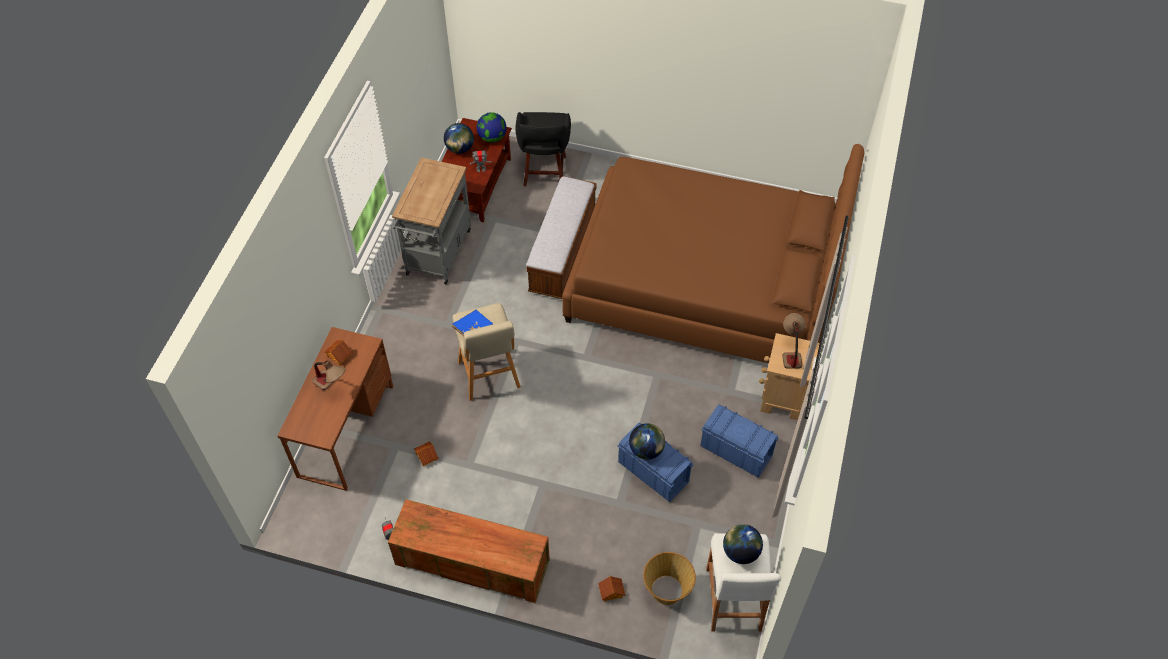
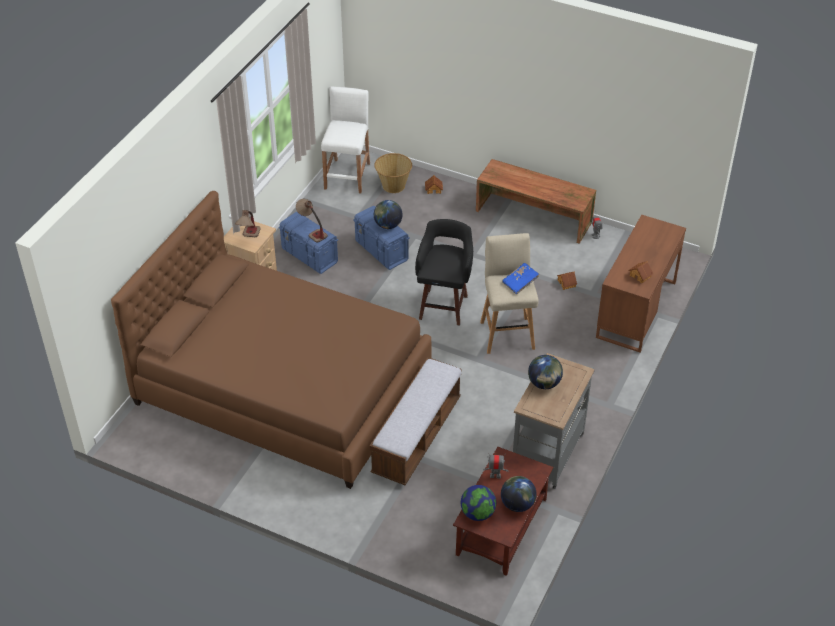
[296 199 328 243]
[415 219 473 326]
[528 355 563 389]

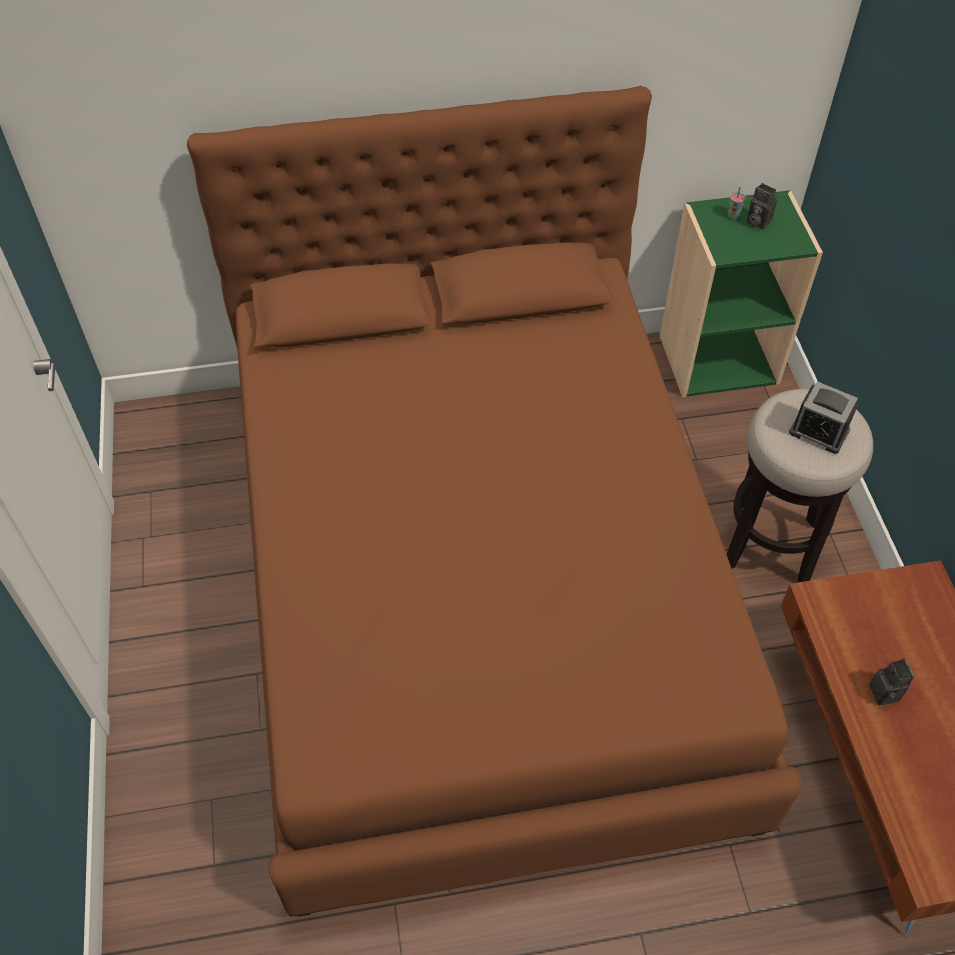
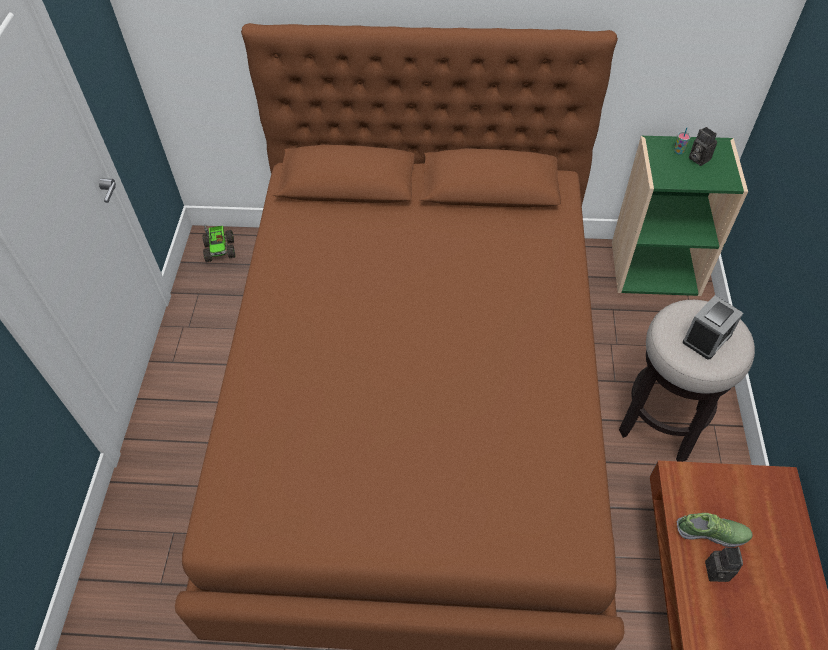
[683 295 743 360]
[202 225 235 262]
[677 513 753 547]

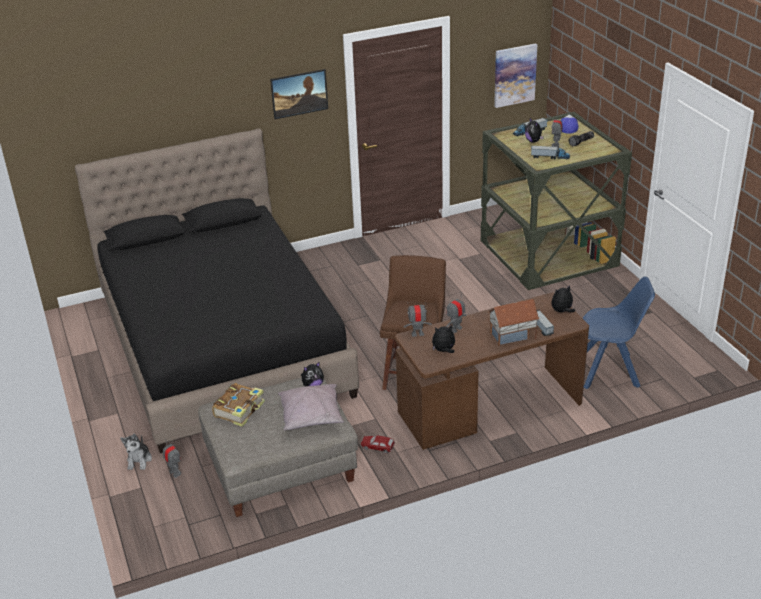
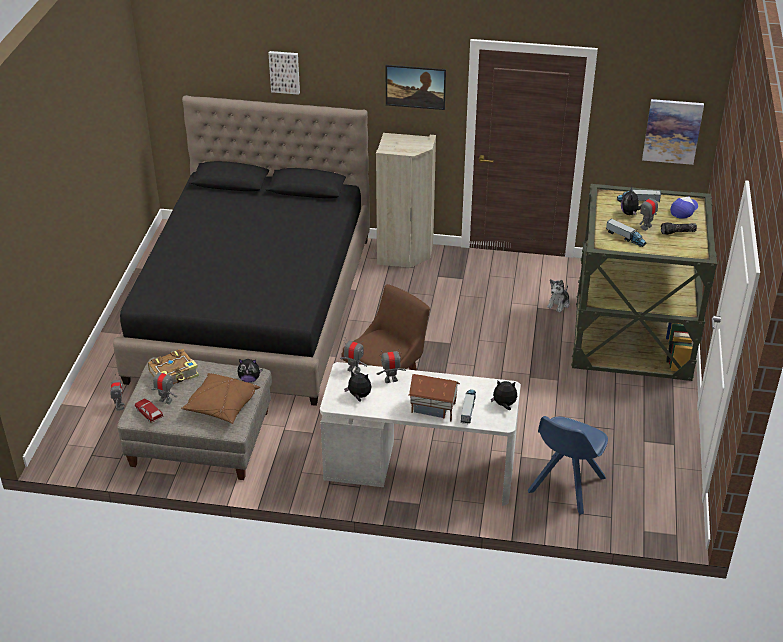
[547 279 570 312]
[181 373 260 424]
[134 399 164 423]
[320 362 521 506]
[528 416 608 515]
[151 368 177 404]
[268 51 300 95]
[376 133 436 268]

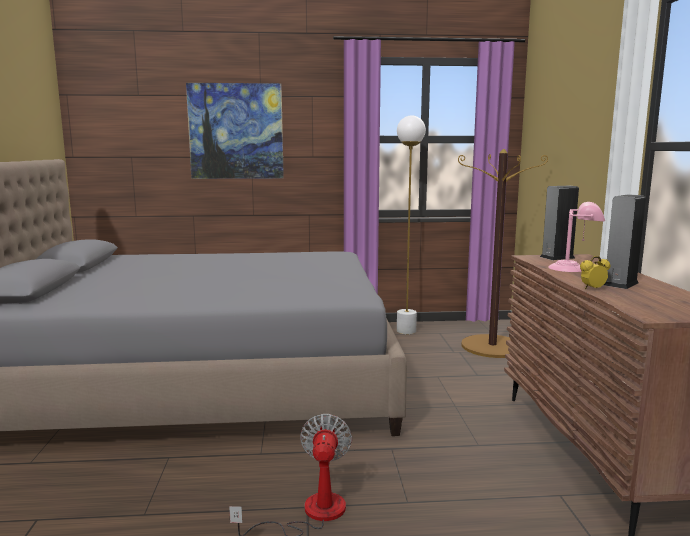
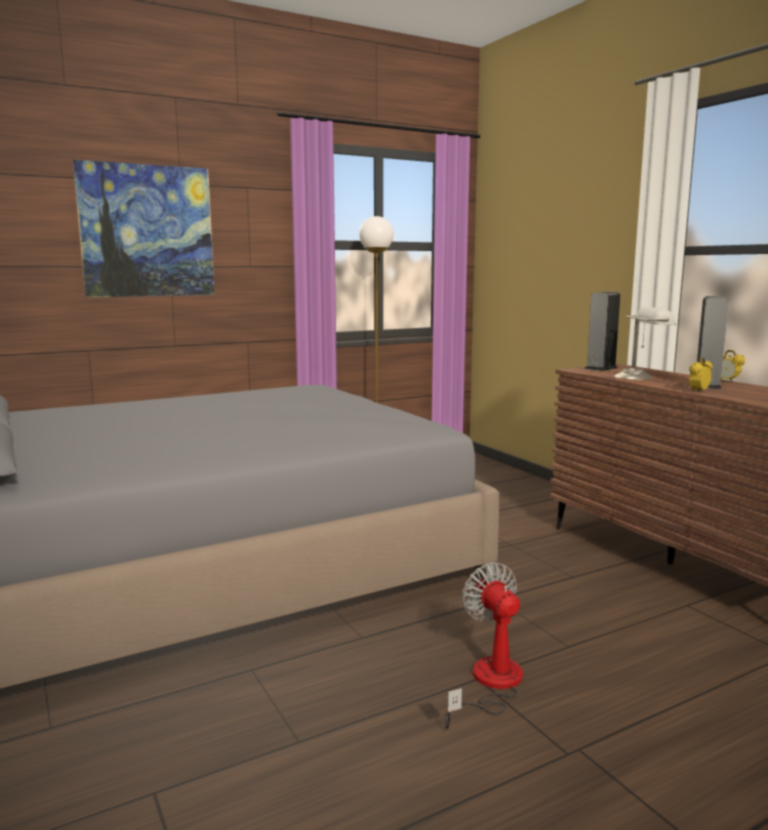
[458 149 548 358] (first image)
[614 307 676 380]
[721 350 745 383]

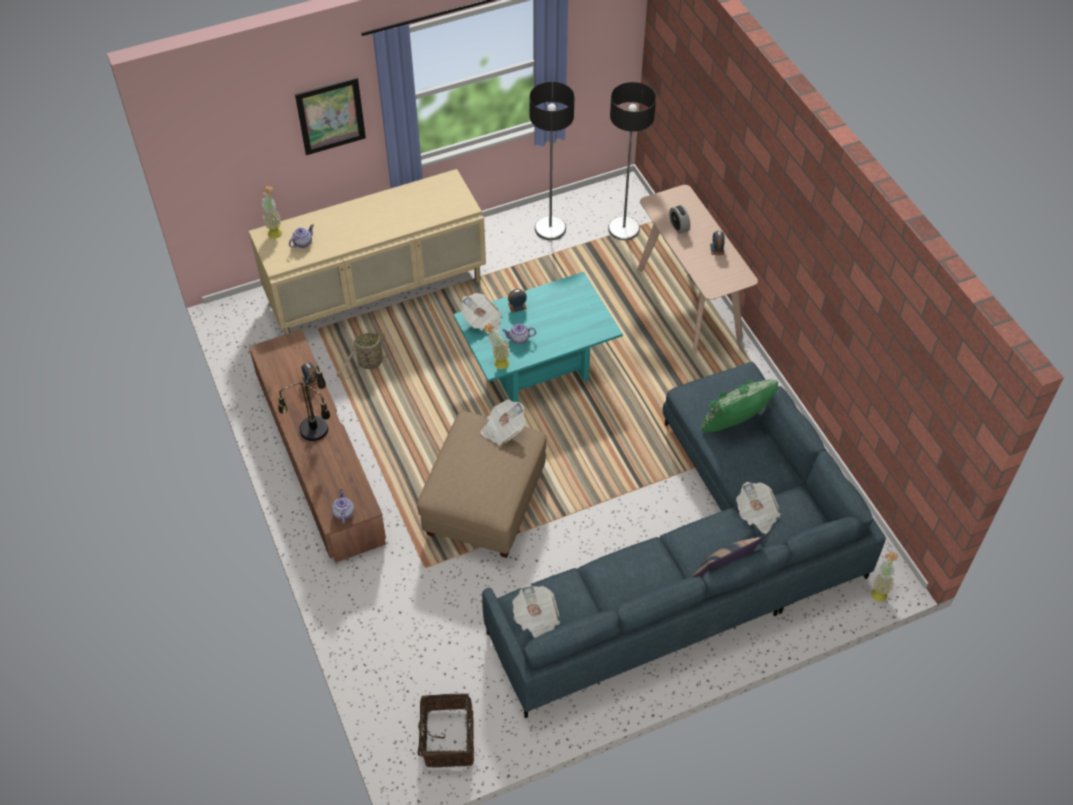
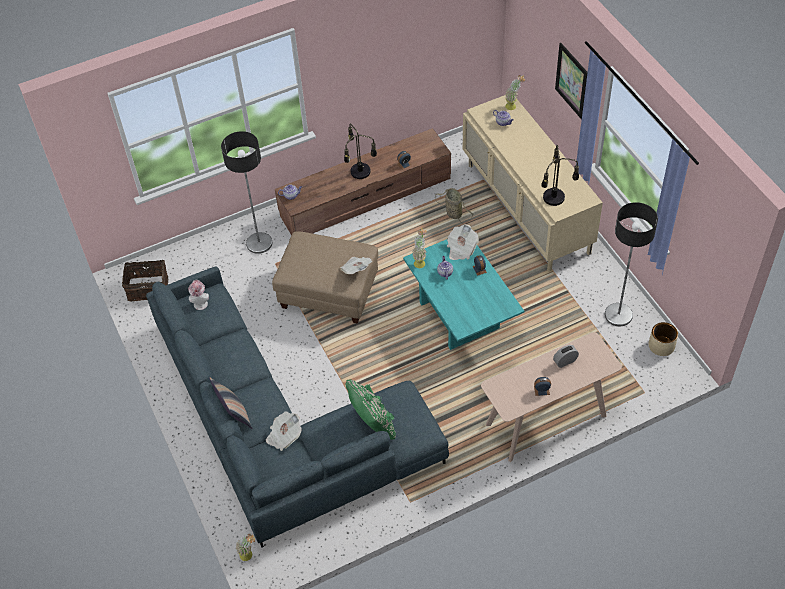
[188 280 209 310]
[221 131 272 254]
[541 145 579 206]
[649 322 678 356]

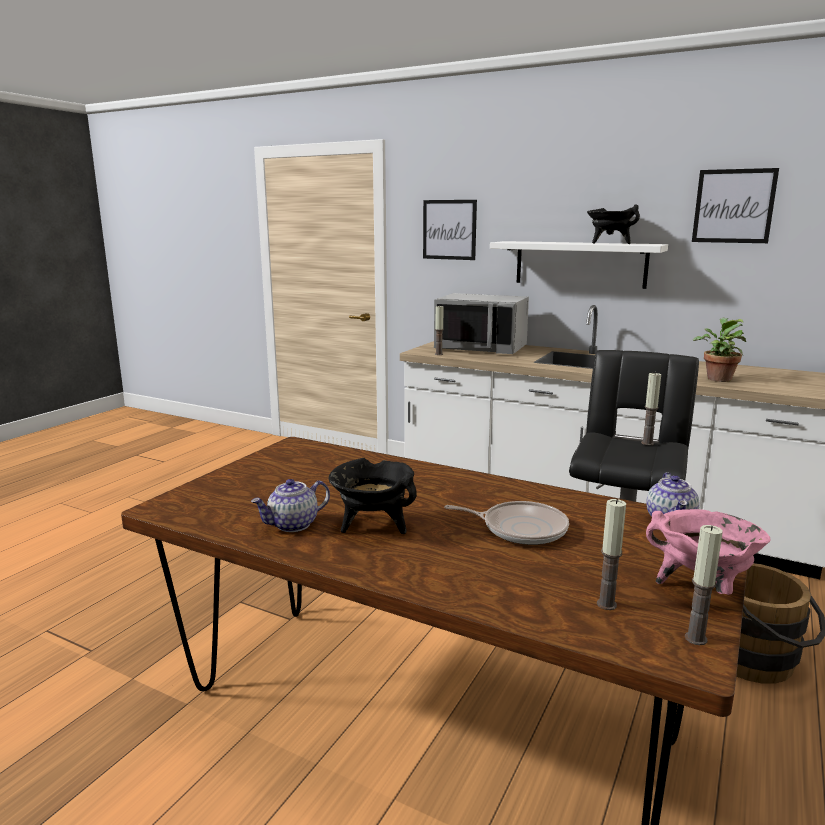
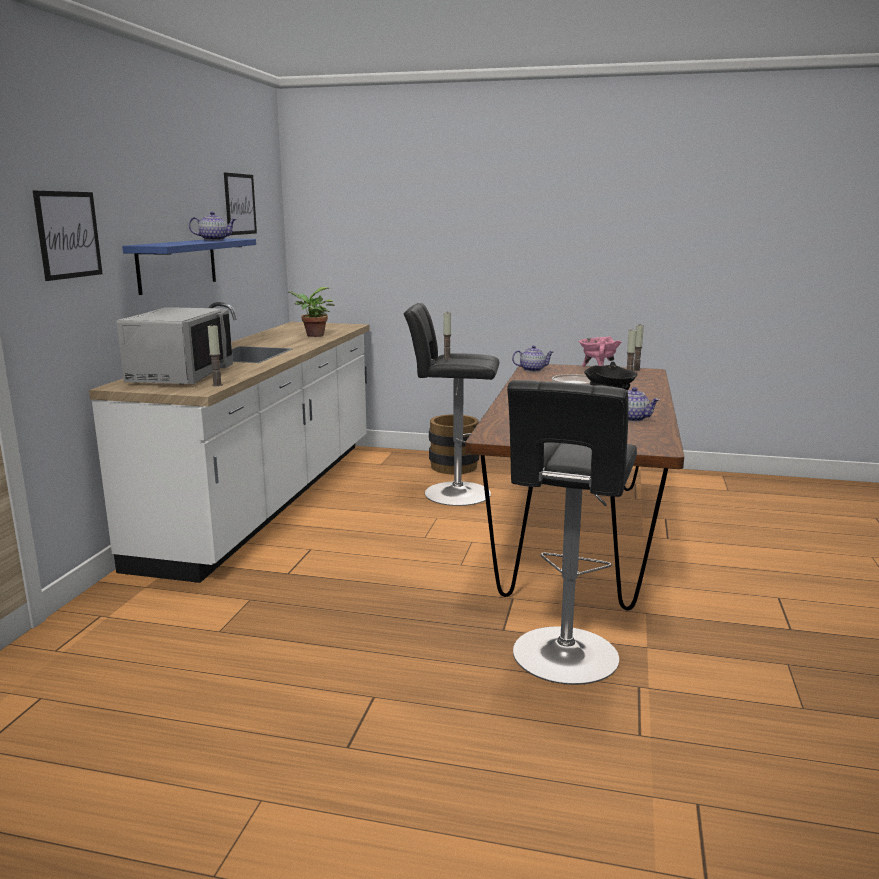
[122 238 256 295]
[189 212 237 240]
[507 380 637 685]

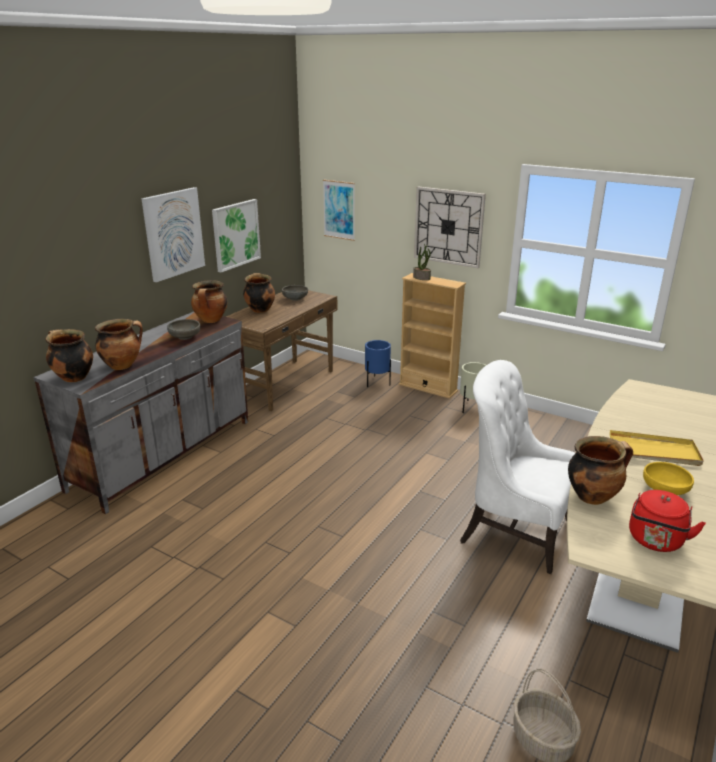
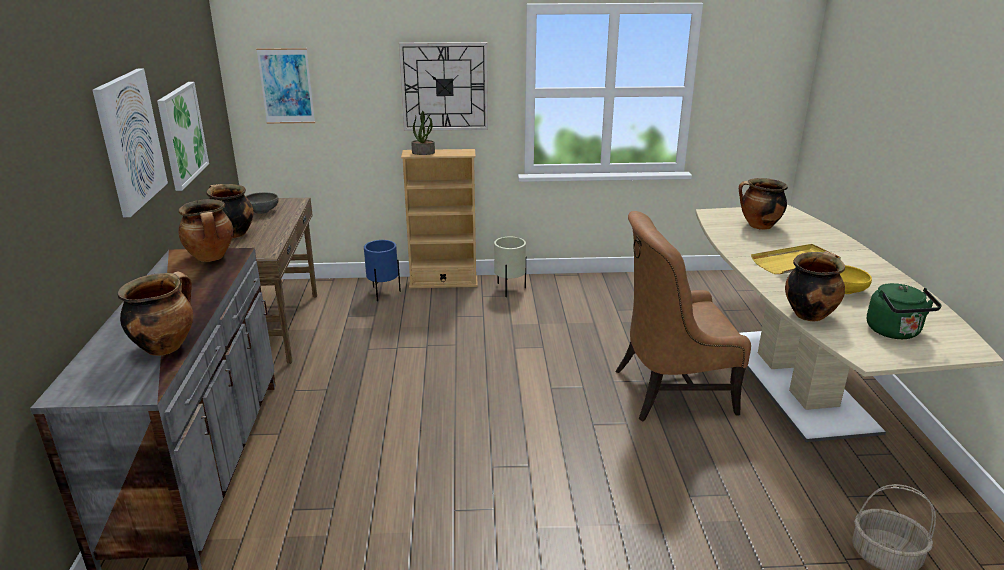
[739 178 788 230]
[167 319 200 340] (first image)
[616 211 751 422]
[867 283 942 339]

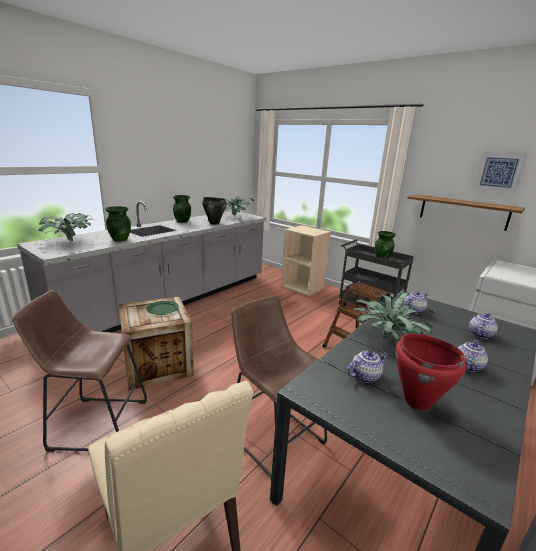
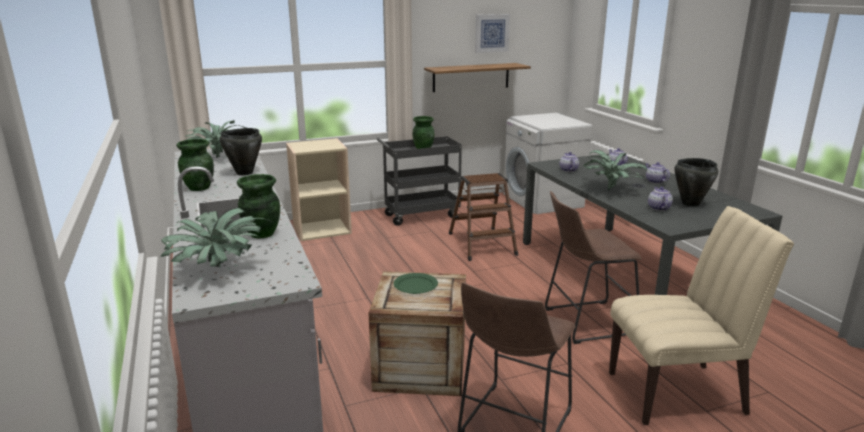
[674 158 718 207]

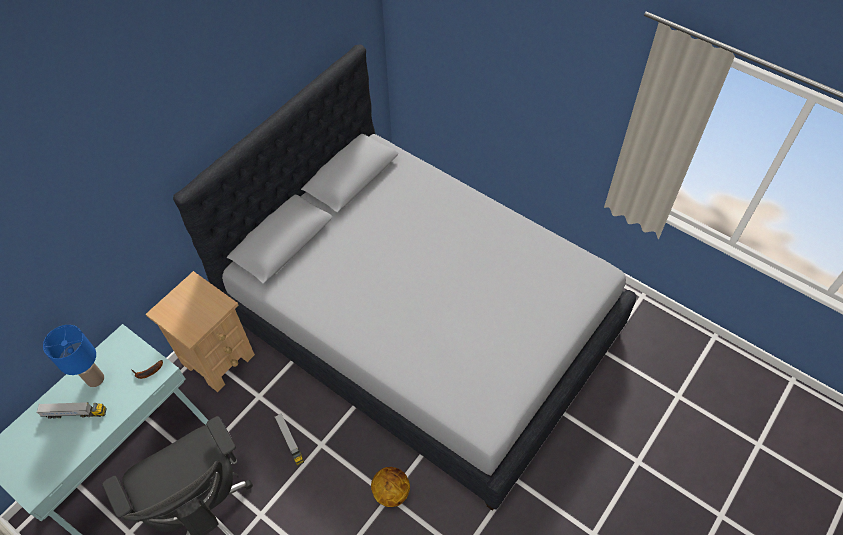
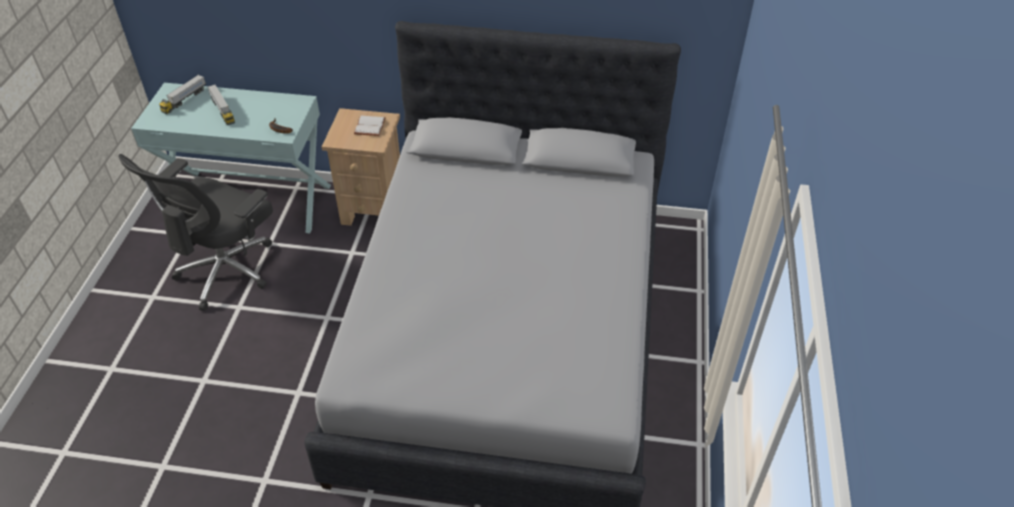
[43 325 104 387] (first image)
[159 75 206 114]
[371 467 410 507] (first image)
[354 116 386 136]

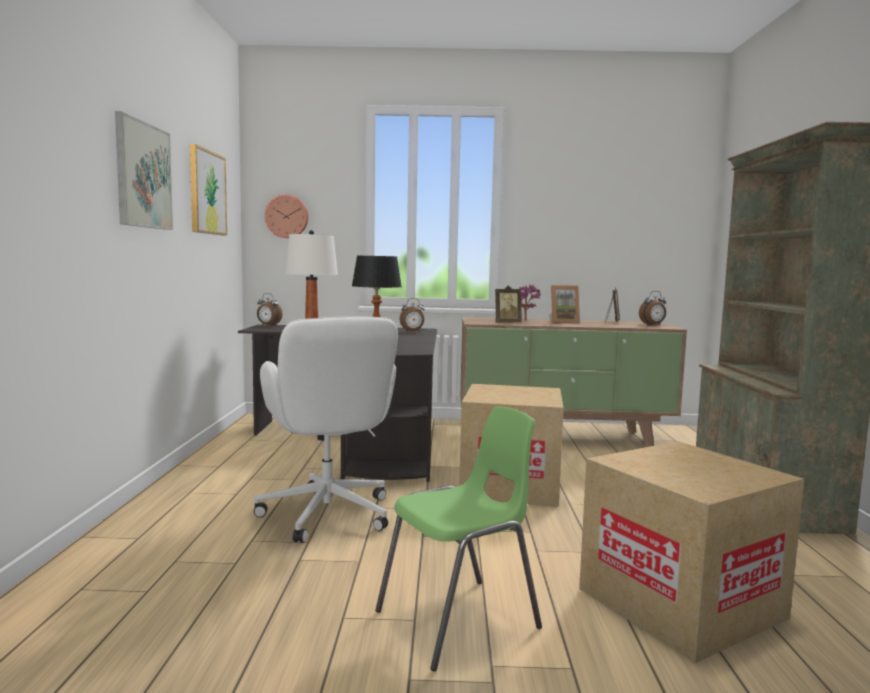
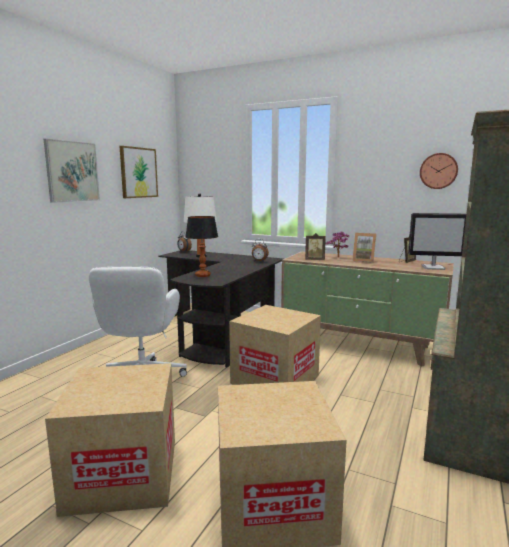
[420 153 458 189]
[45 363 175 517]
[408 213 466 270]

